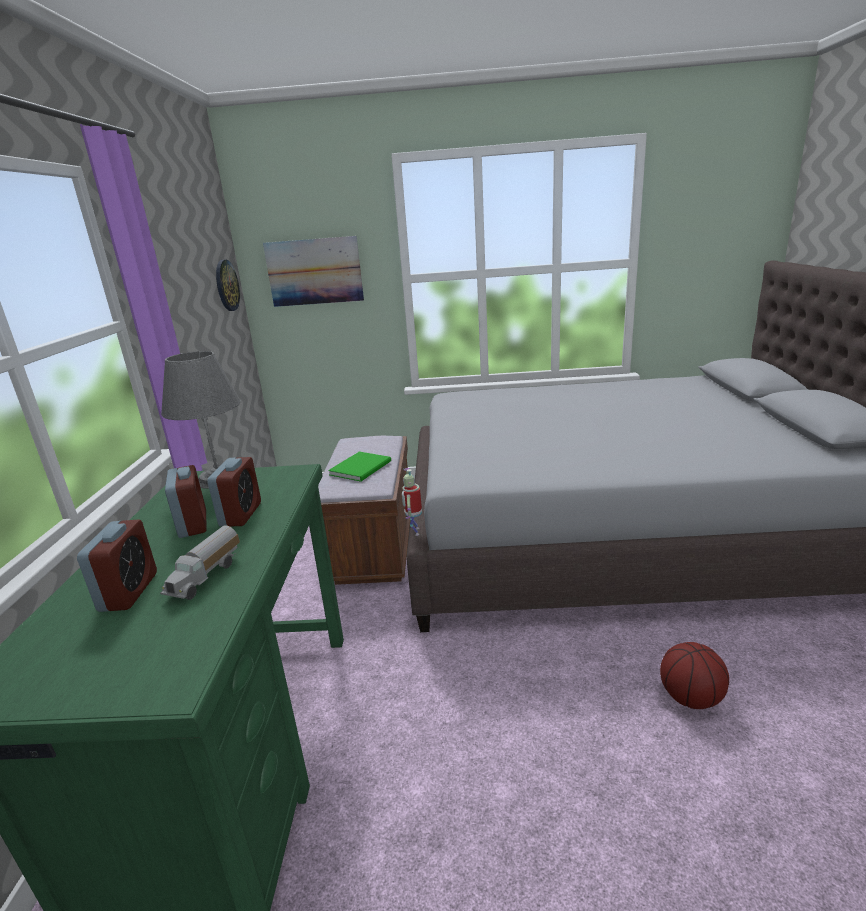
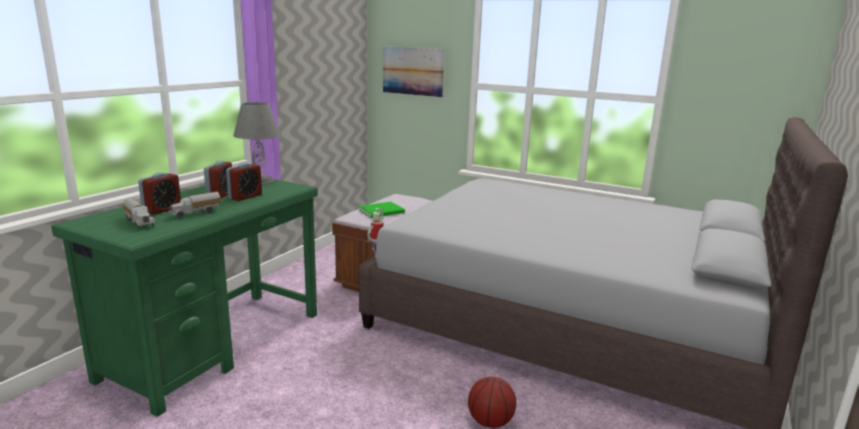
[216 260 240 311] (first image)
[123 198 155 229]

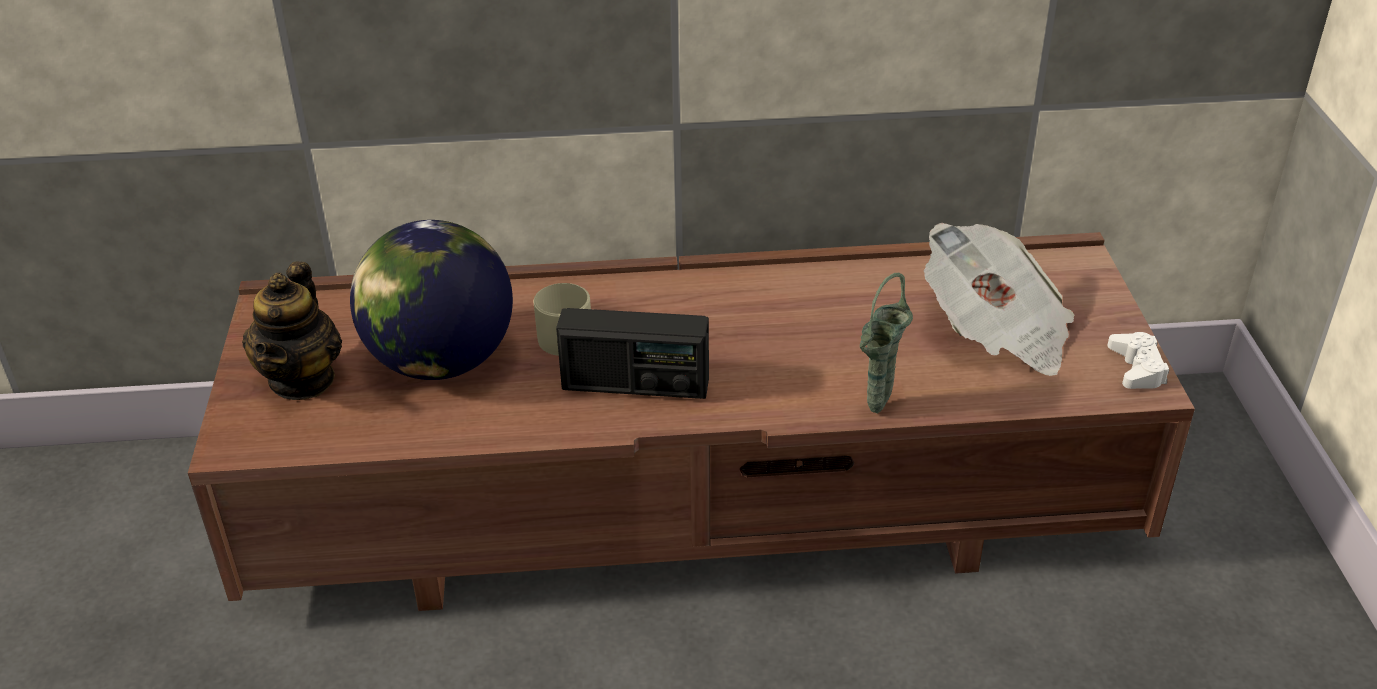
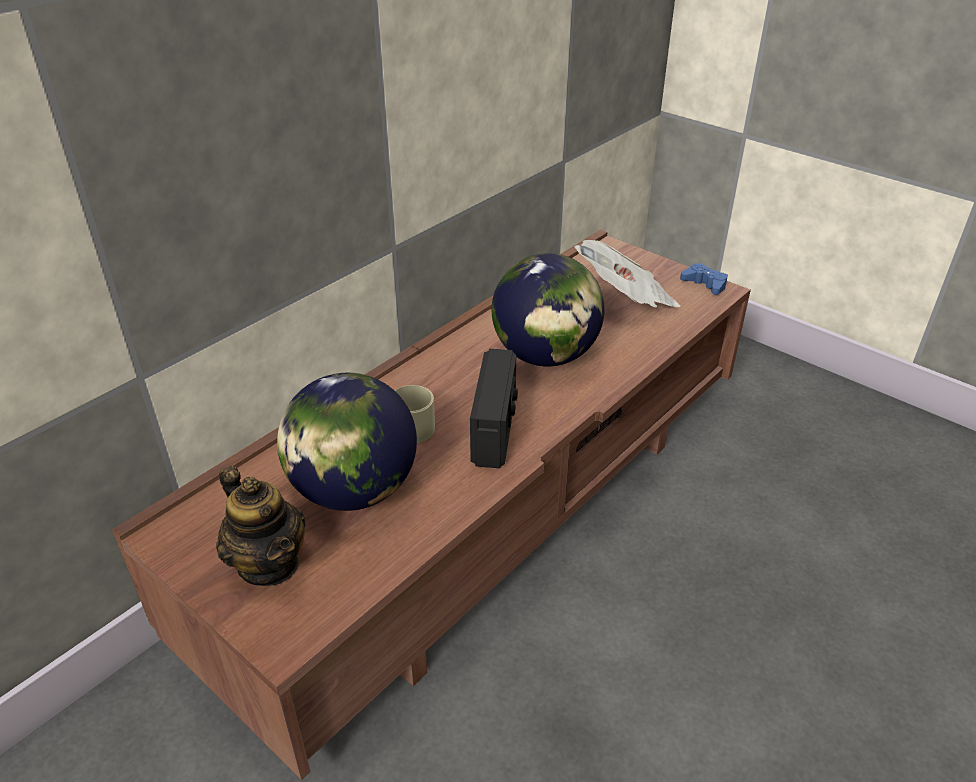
[470 349 518 468]
[860 273 913 413] (first image)
[680 263 728 295]
[492 253 605 367]

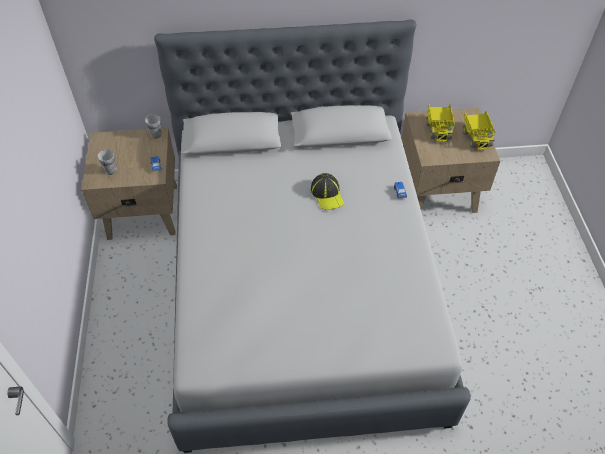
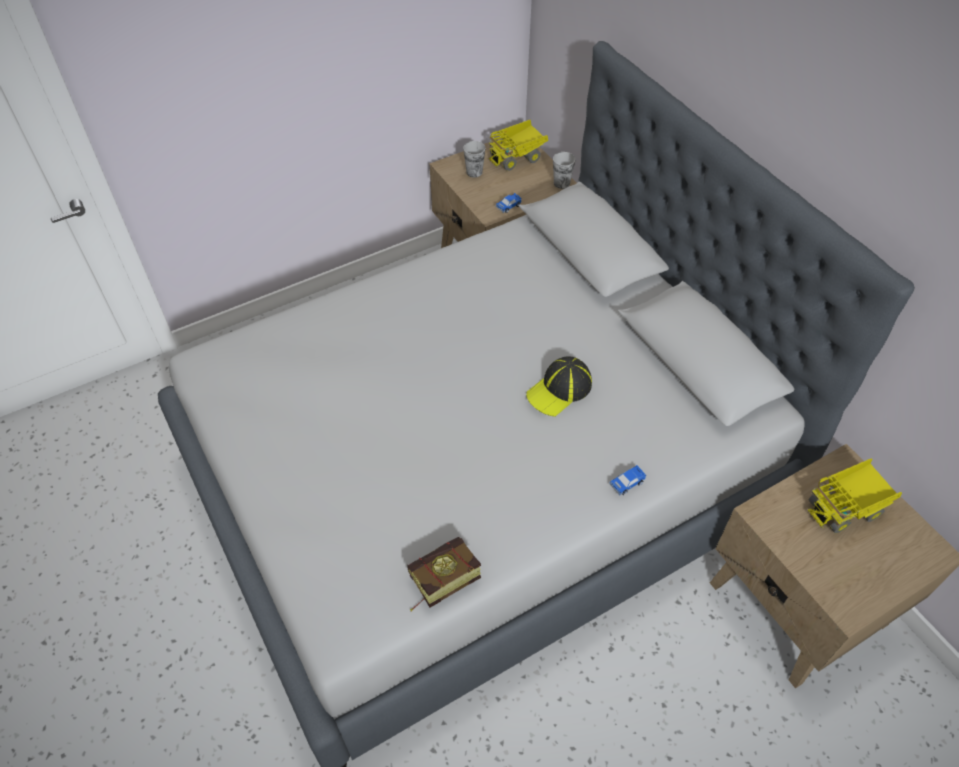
[488 120 548 171]
[407 537 481 611]

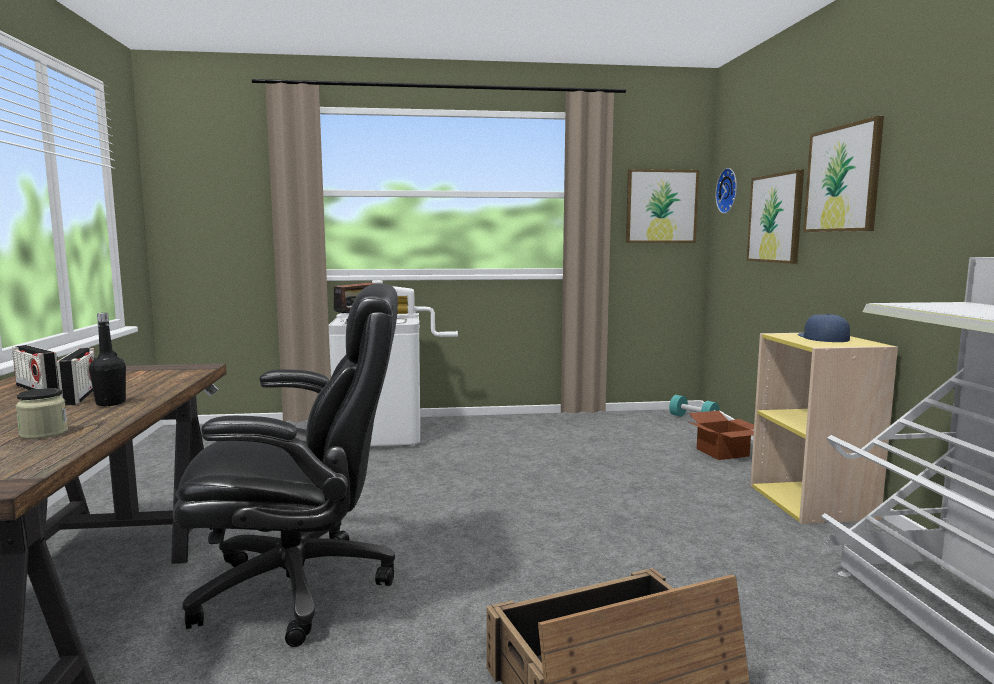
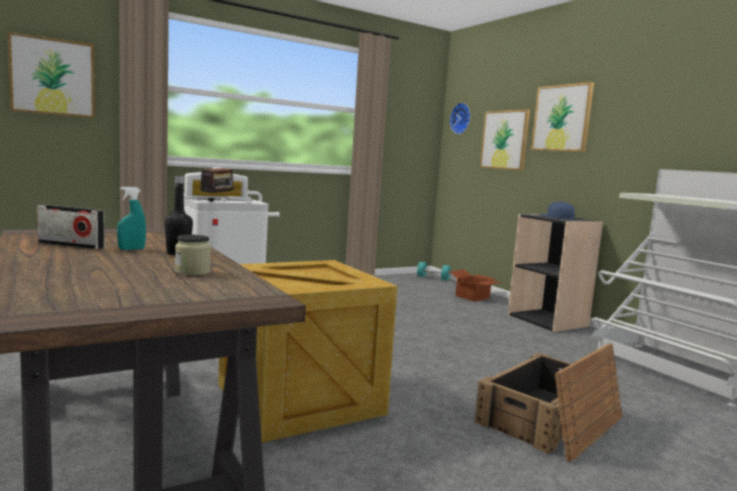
[117 187 146 250]
[218 260 398 443]
[8 32 95 118]
[508 214 603 332]

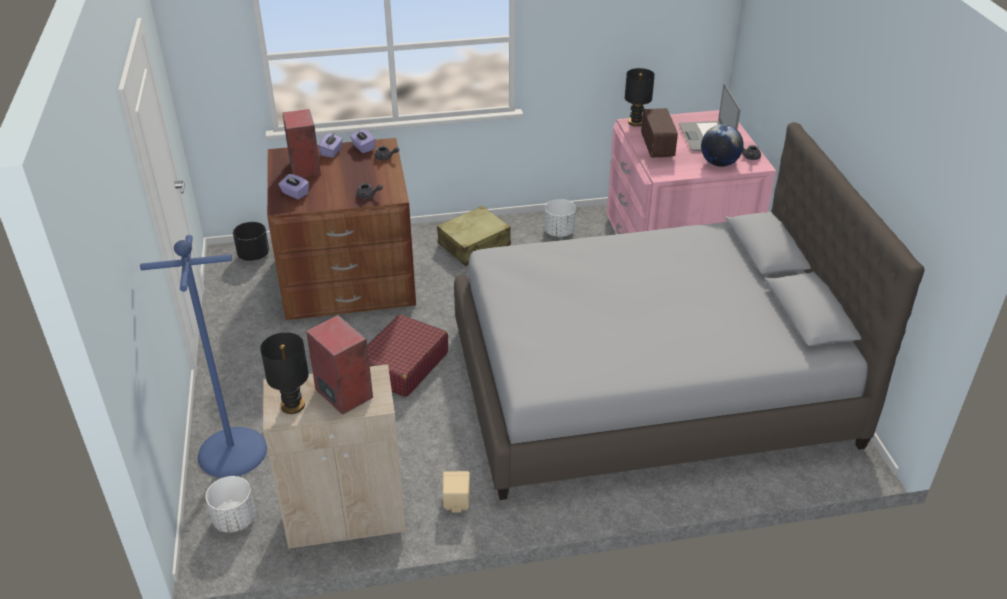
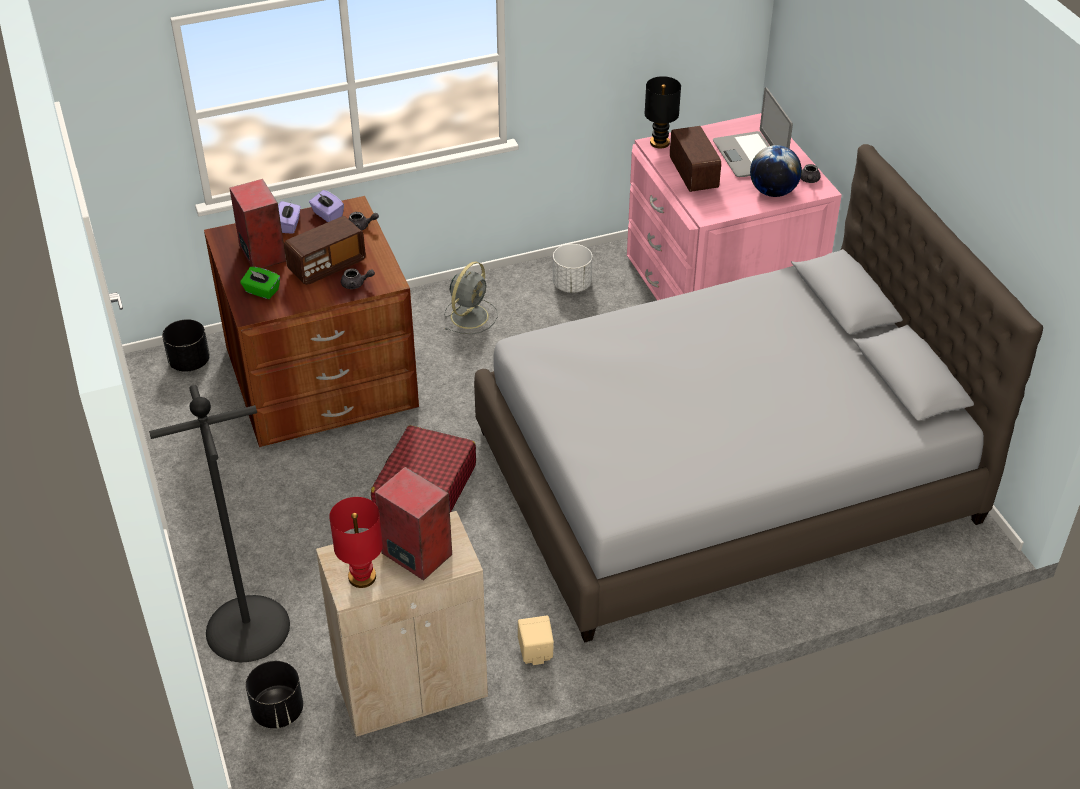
[149 385 290 662]
[246 661 303 728]
[329 497 383 588]
[240 267 280 299]
[444 261 498 334]
[284 216 366 285]

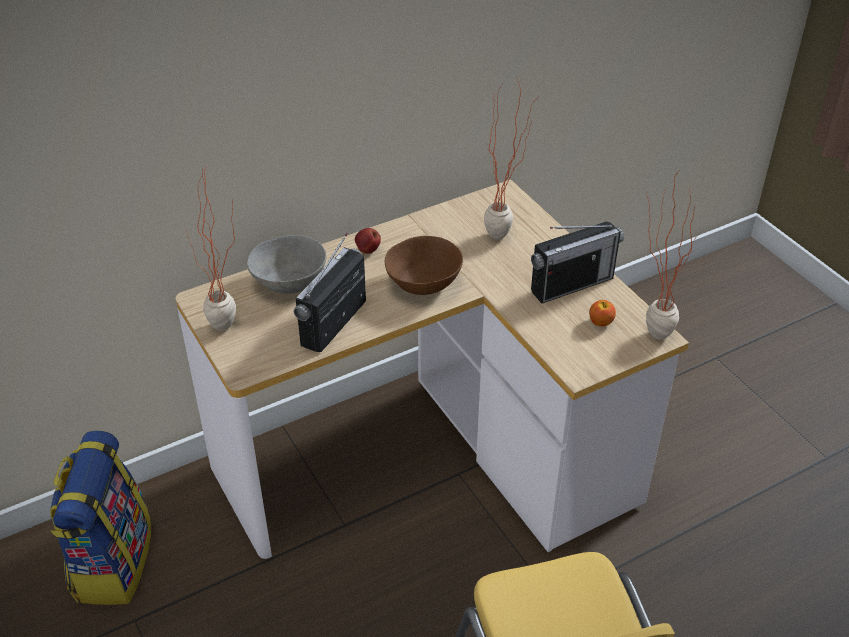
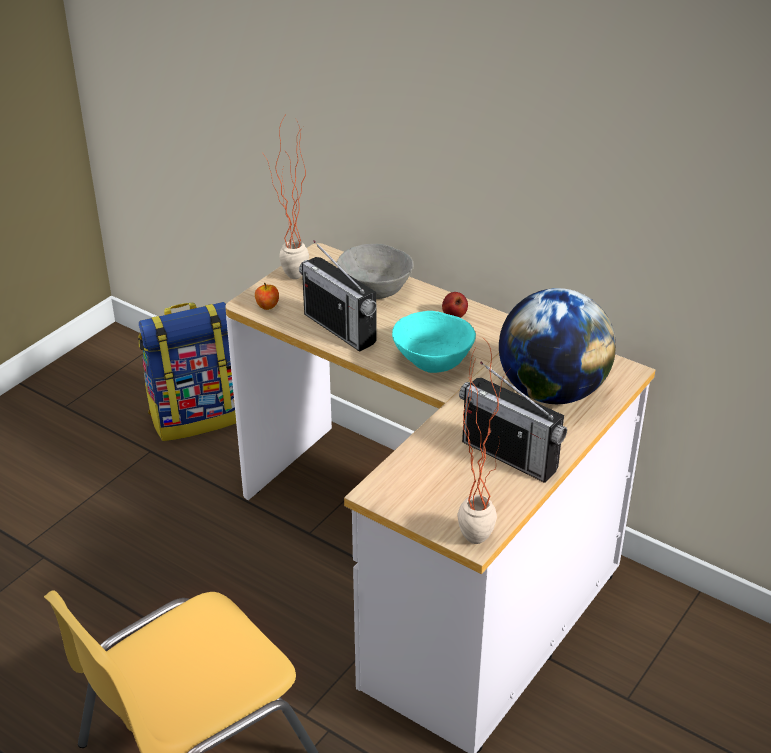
[299 240 377 352]
[392 311 476 373]
[499 288 616 404]
[255 283 279 310]

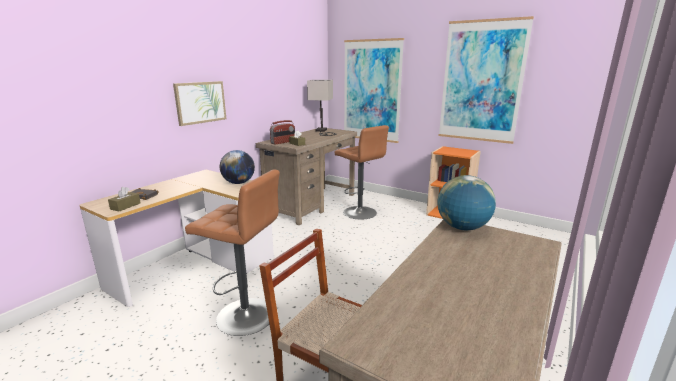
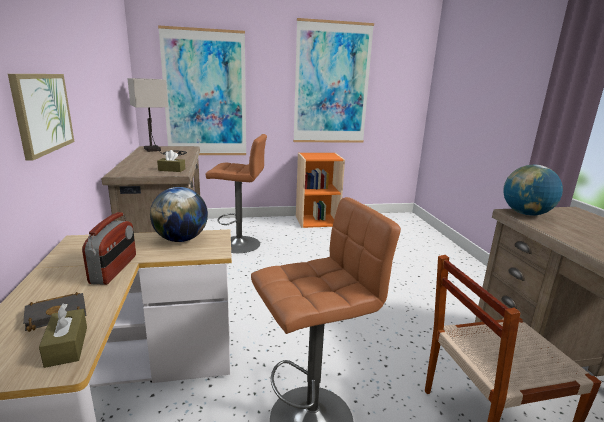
[82 212 136 285]

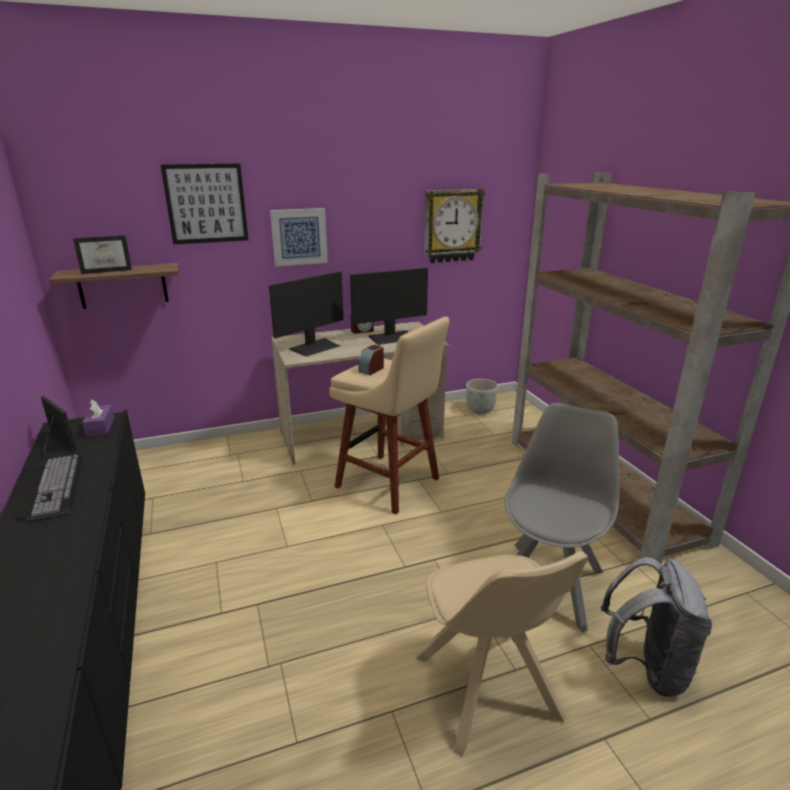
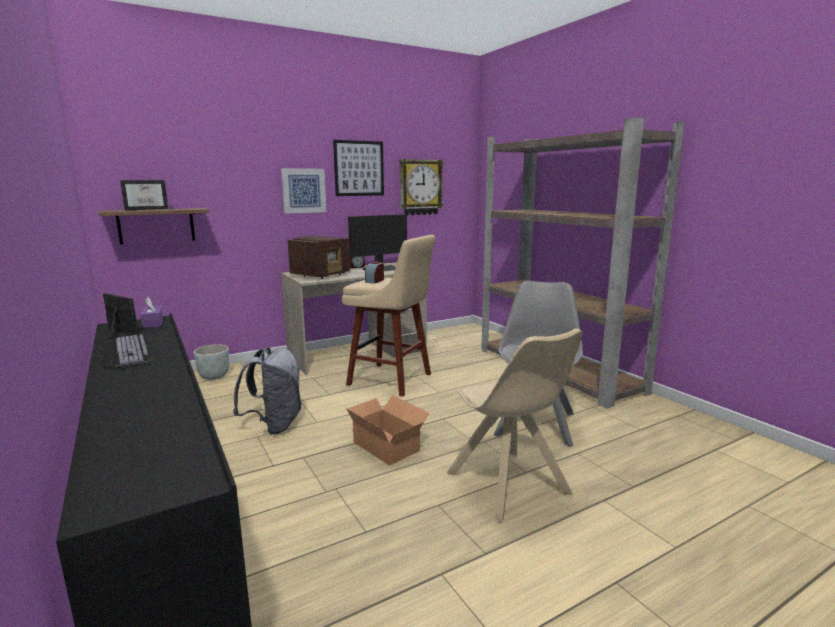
[333 140 384 196]
[288 236 350 279]
[193 344 229 380]
[233 347 301 435]
[346 395 430 465]

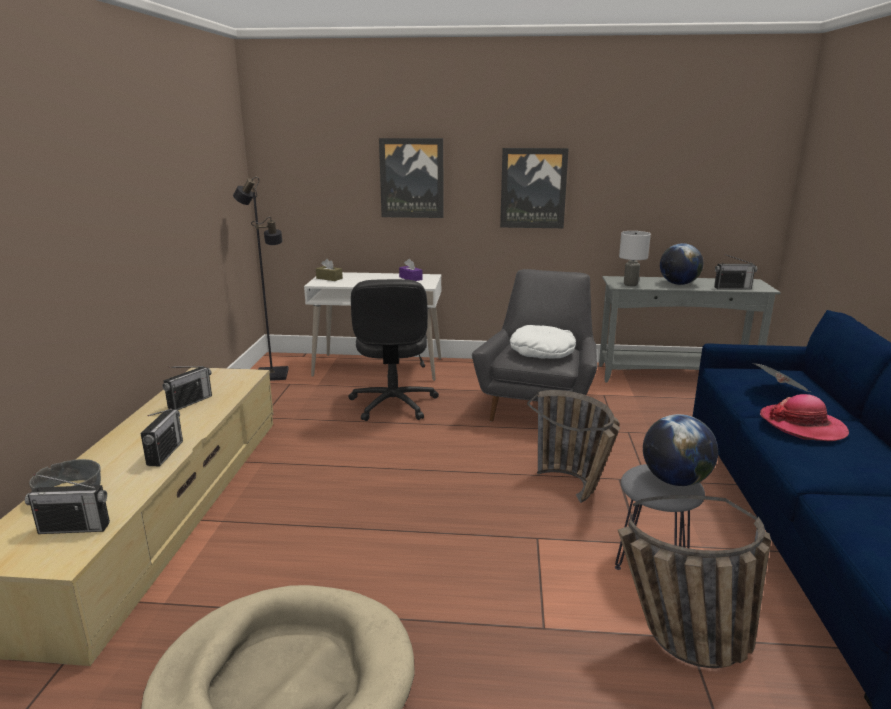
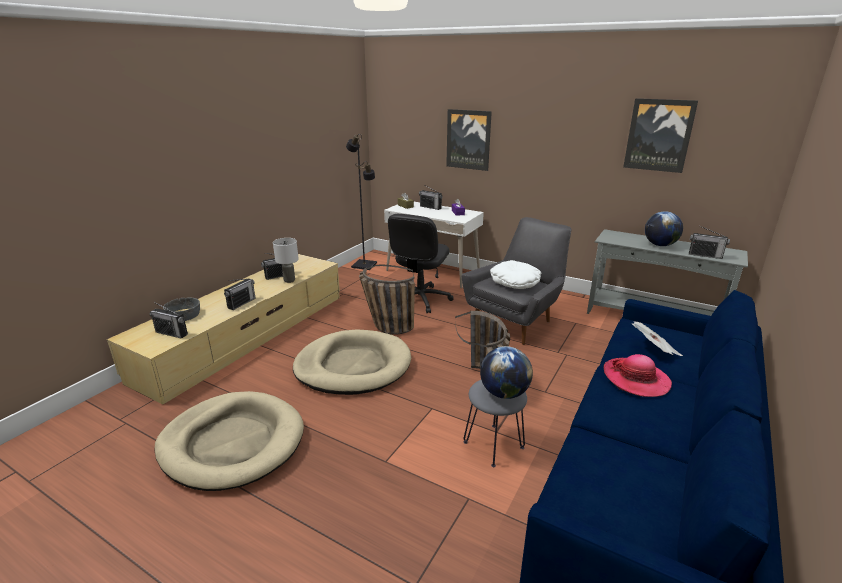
[623 98 698 173]
[359 264 415 335]
[273 238 299 283]
[293 329 411 395]
[419 184 443 210]

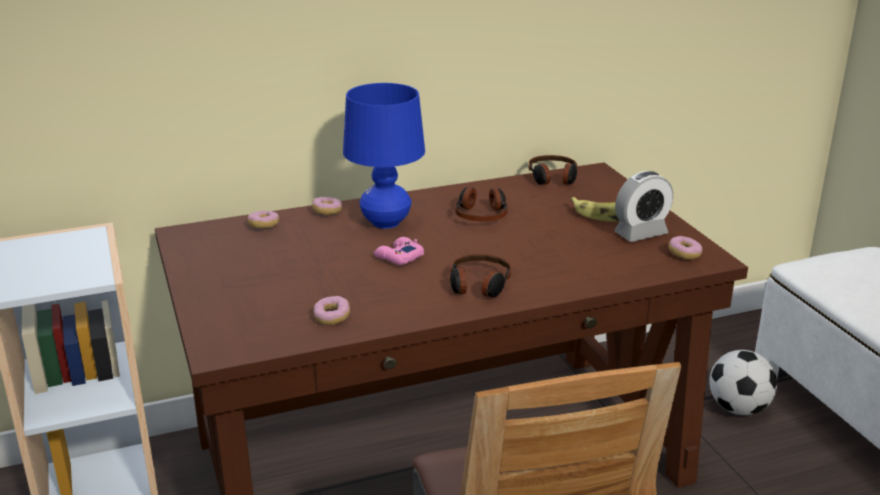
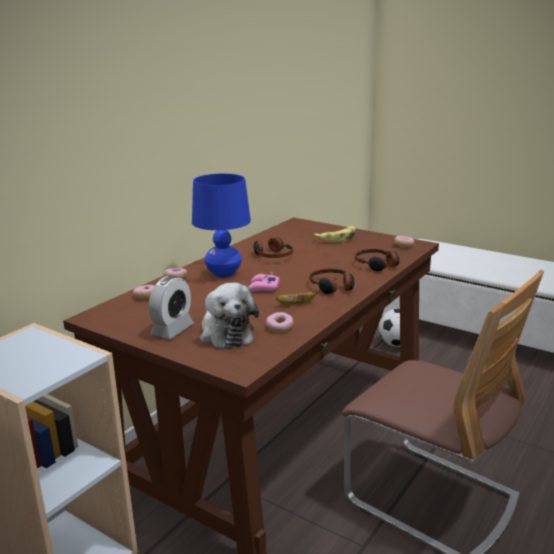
[354 249 400 271]
[149 276 194 339]
[200 283 259 349]
[276 291 320 304]

